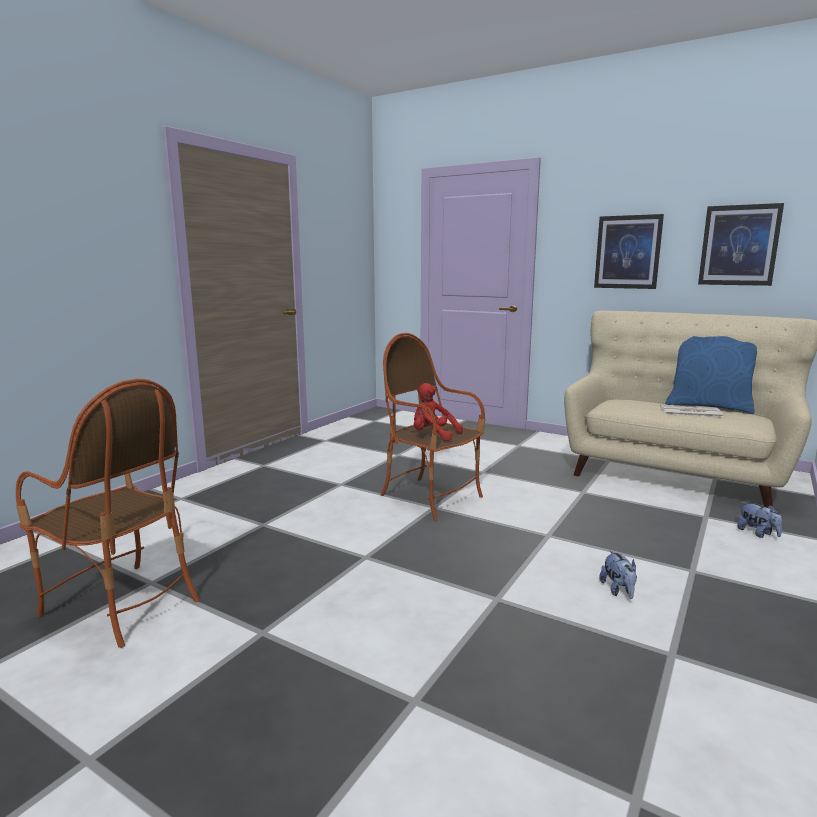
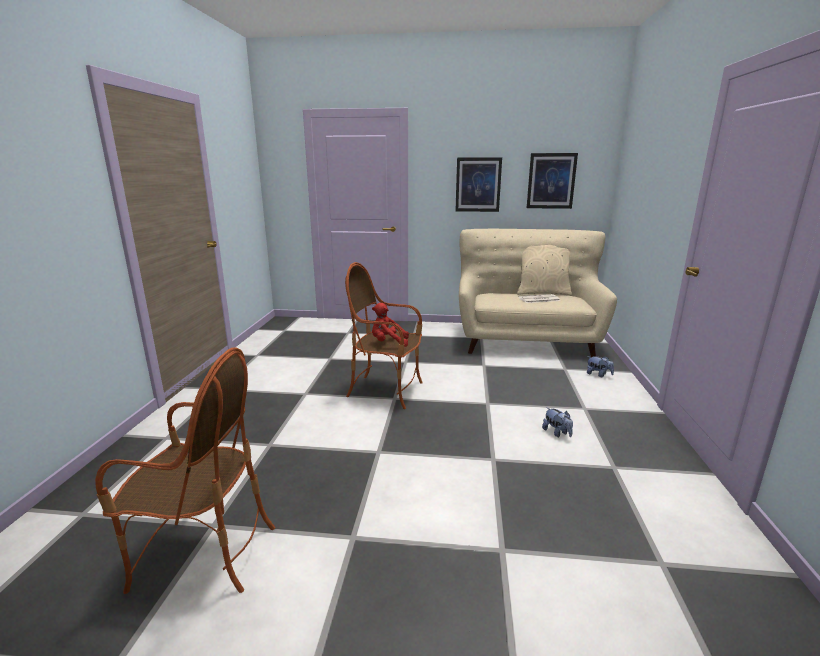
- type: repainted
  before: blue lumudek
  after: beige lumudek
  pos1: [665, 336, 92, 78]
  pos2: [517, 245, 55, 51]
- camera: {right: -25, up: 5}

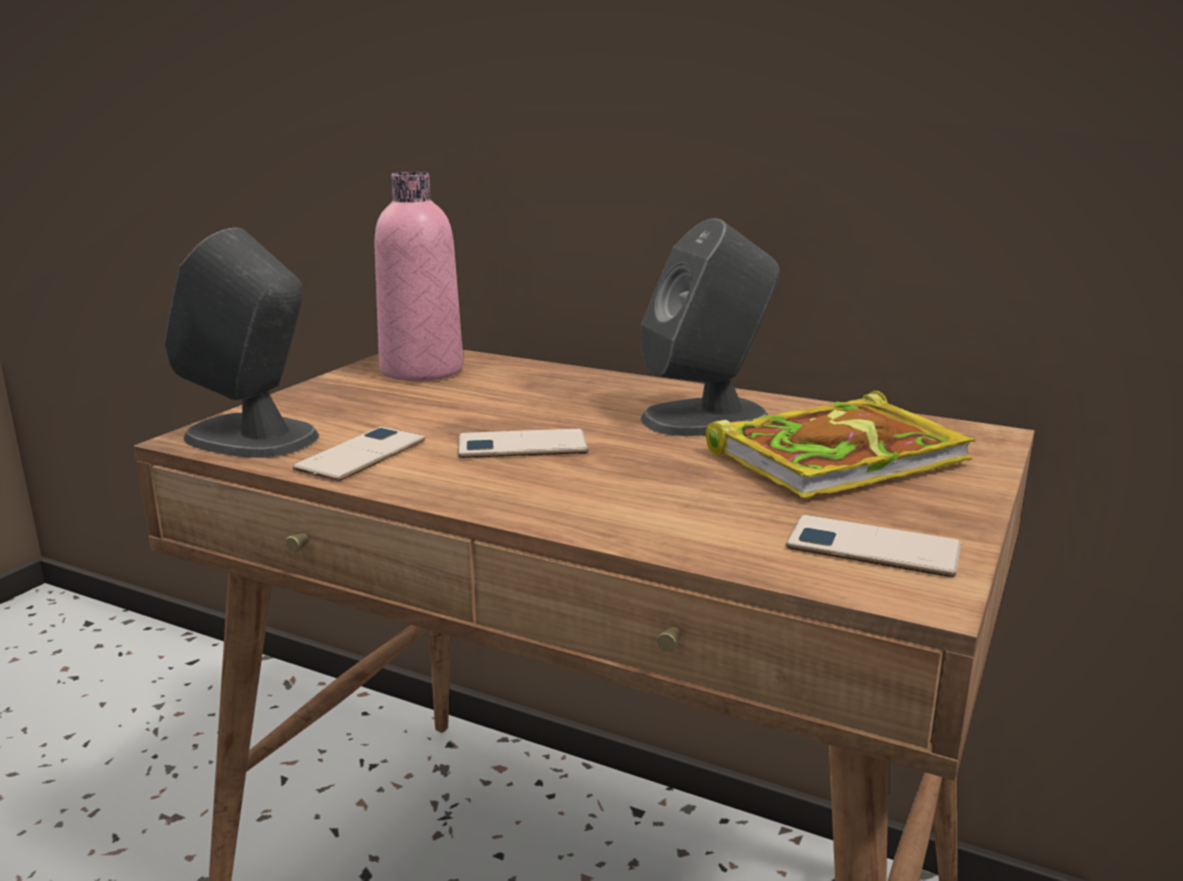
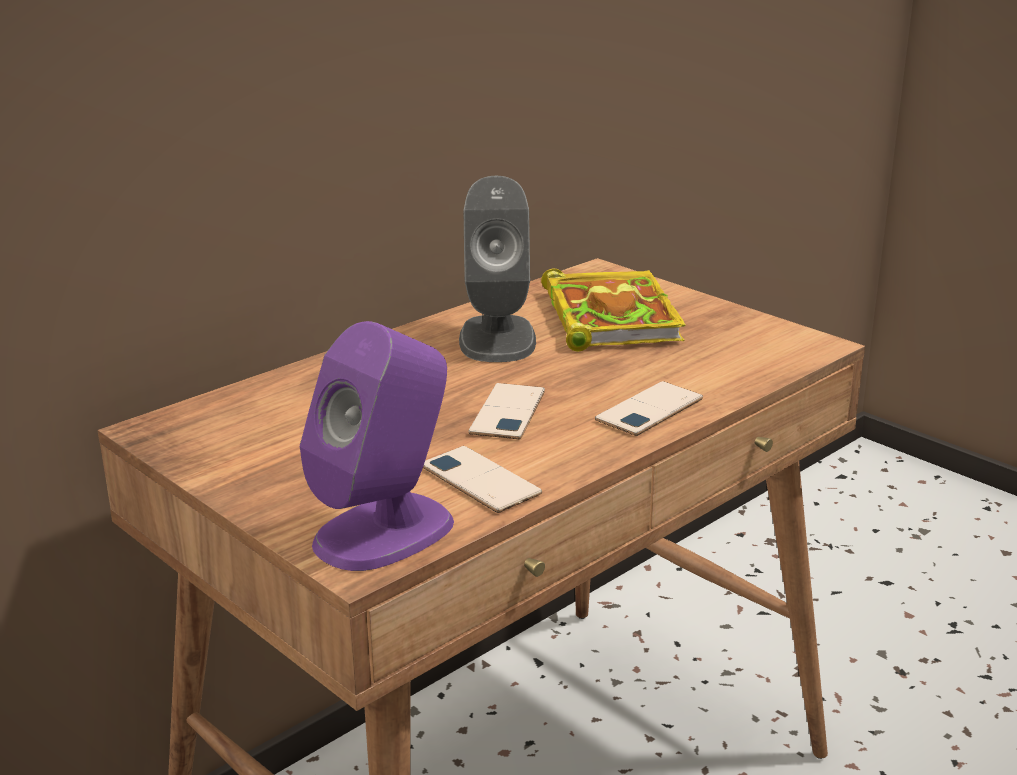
- type: gone
  before: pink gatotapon
  pos1: [374, 172, 89, 209]
- type: repainted
  before: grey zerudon
  after: purple zerudon
  pos1: [164, 228, 155, 230]
  pos2: [300, 321, 154, 250]
- type: shifted
  before: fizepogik
  pos1: [786, 515, 175, 62]
  pos2: [595, 381, 108, 55]
- camera: {right: -70, up: 5}

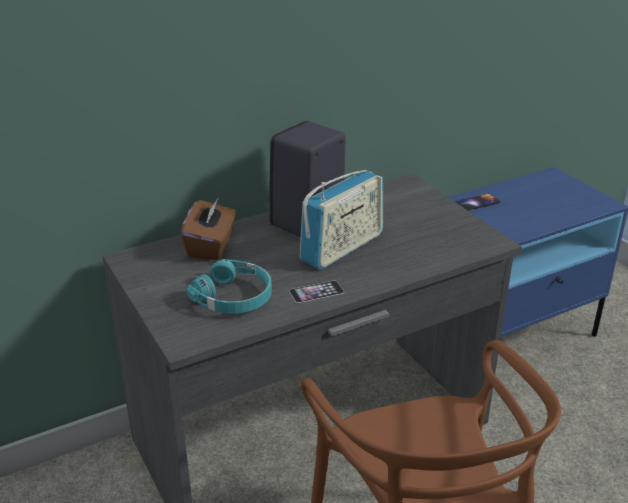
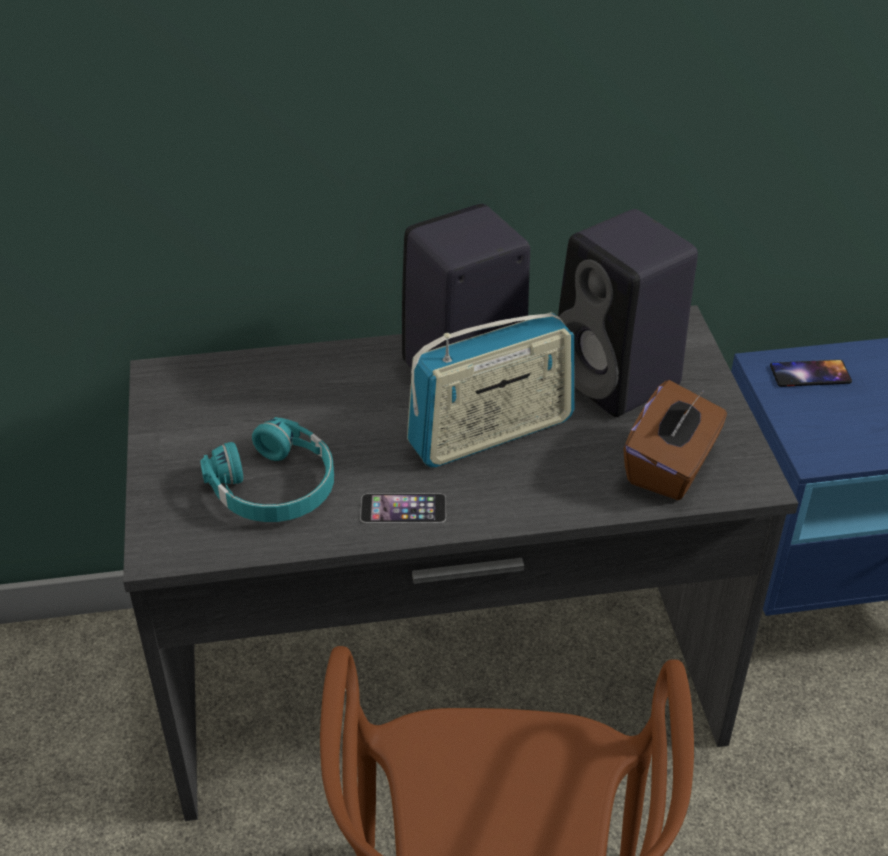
- type: shifted
  before: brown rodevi
  pos1: [181, 197, 55, 63]
  pos2: [623, 380, 104, 120]
- type: new
  after: black zerudon
  pos2: [558, 209, 140, 208]
- camera: {right: 20, up: 10}

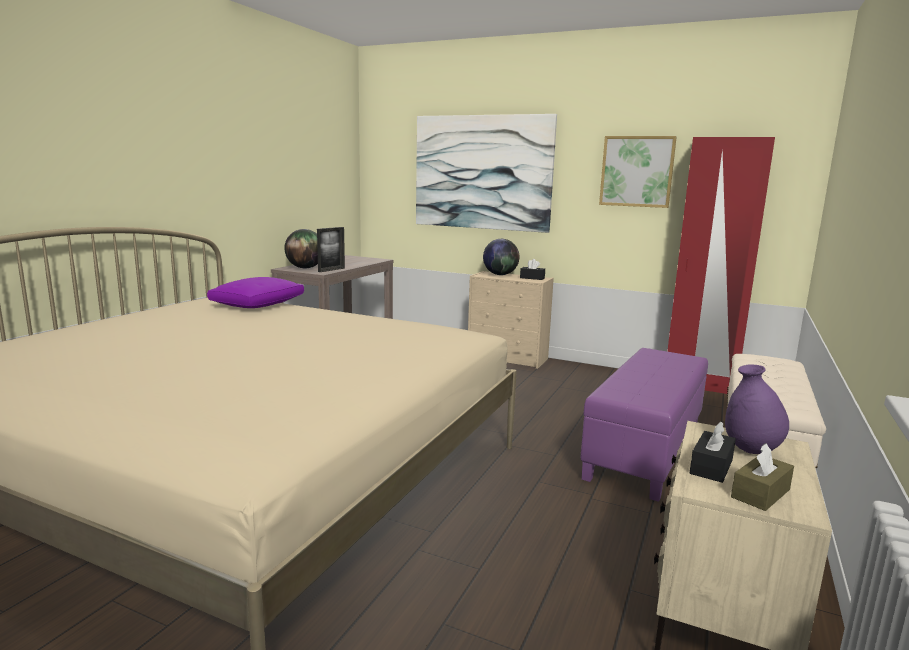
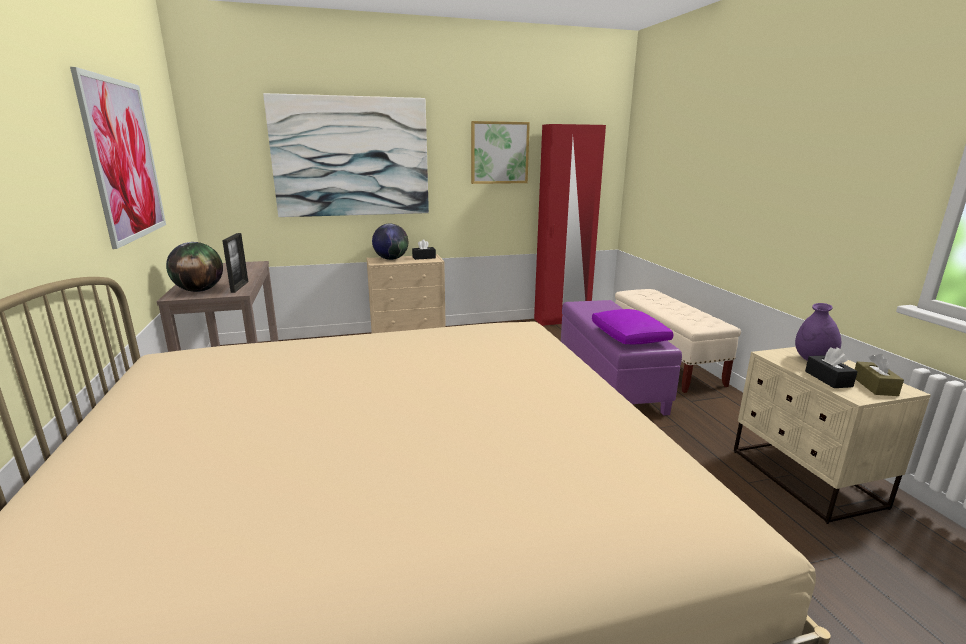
- type: shifted
  before: purple lumudek
  pos1: [207, 277, 97, 31]
  pos2: [592, 309, 82, 36]
- type: new
  after: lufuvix
  pos2: [70, 67, 96, 182]
- camera: {right: -40, up: 5}

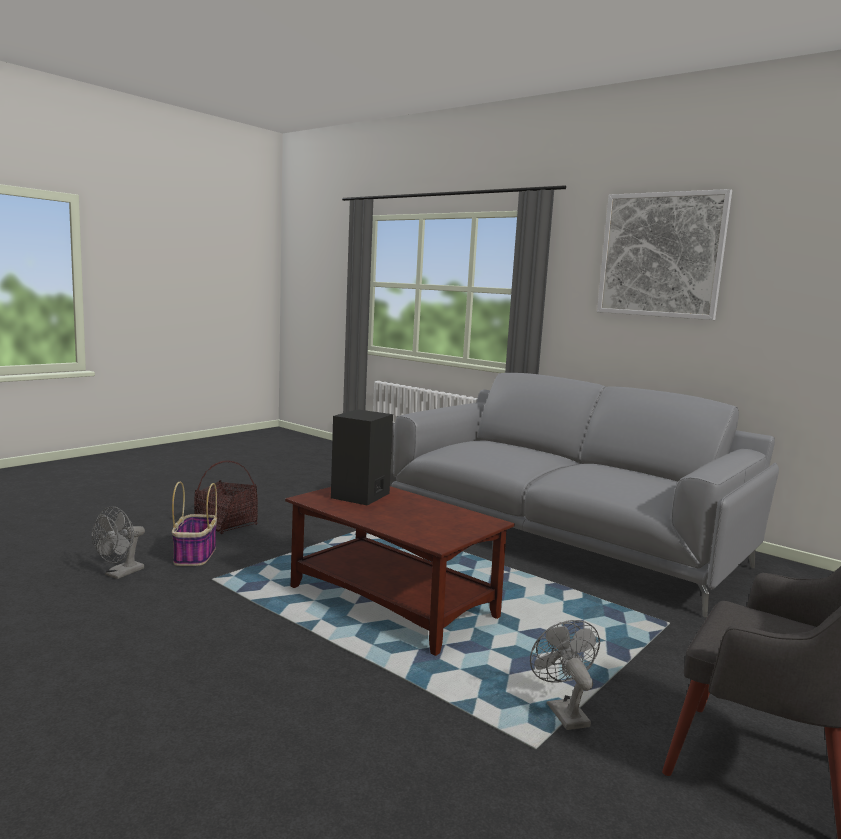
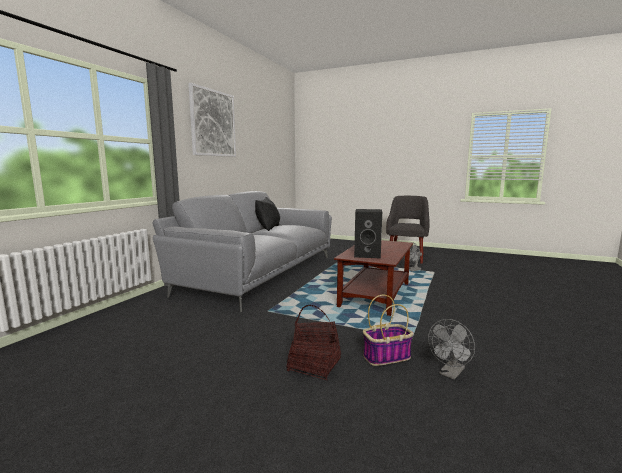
- type: rotated
  before: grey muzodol
  pos1: [92, 507, 53, 72]
  pos2: [428, 319, 47, 61]
  turn: 120
- type: new
  after: black lumudek
  pos2: [255, 197, 25, 34]
- camera: {right: -105, up: 0}

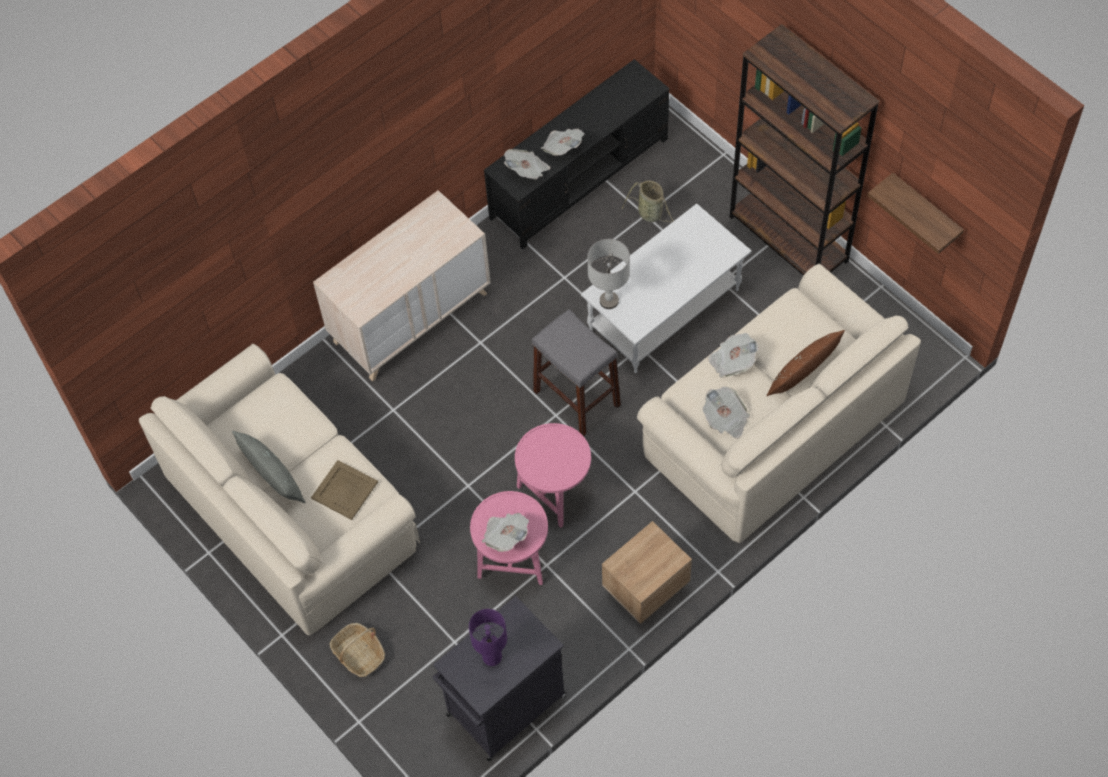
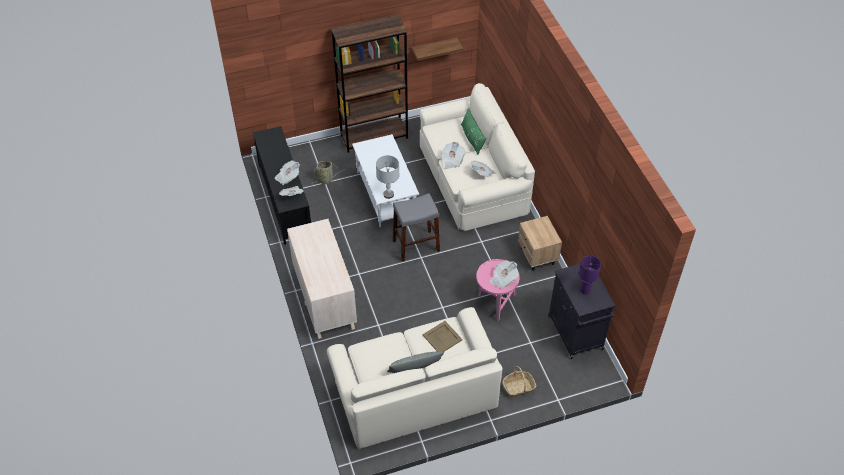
- type: repainted
  before: brown lumudek
  after: green lumudek
  pos1: [767, 330, 78, 66]
  pos2: [461, 108, 25, 47]
- type: gone
  before: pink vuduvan
  pos1: [515, 423, 76, 105]
- camera: {right: -70, up: -10}

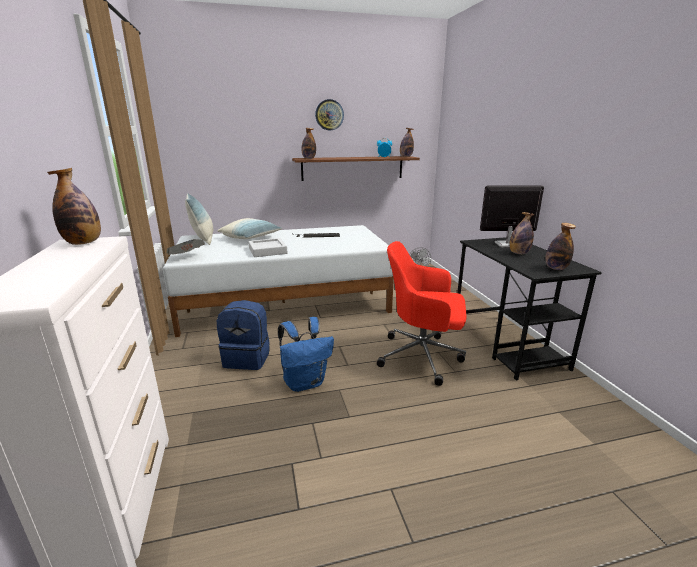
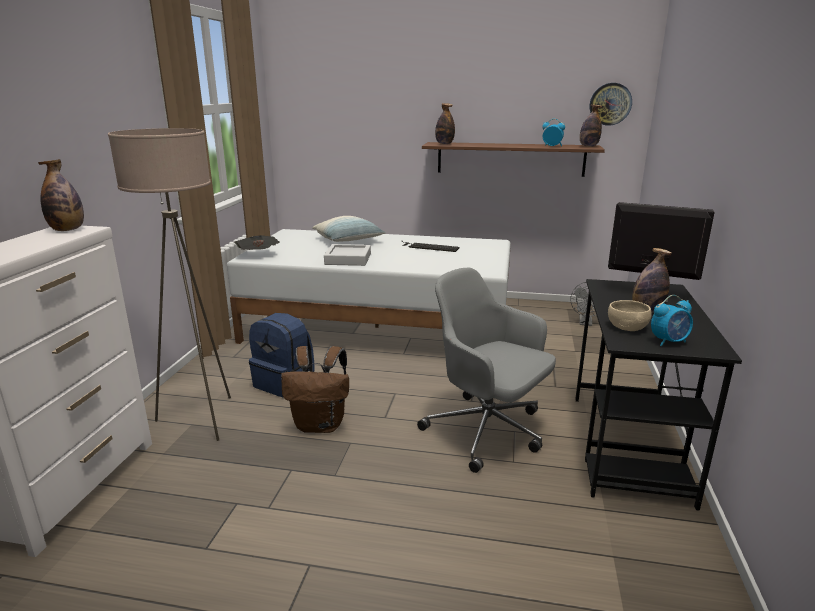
- type: shifted
  before: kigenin
  pos1: [315, 99, 29, 31]
  pos2: [590, 83, 42, 43]
- type: gone
  before: lumudek
  pos1: [185, 193, 28, 52]
- type: swapped
  before: gatotapon
  after: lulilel
  pos1: [545, 223, 31, 47]
  pos2: [651, 295, 42, 51]
- type: repainted
  before: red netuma
  after: grey netuma
  pos1: [377, 241, 90, 145]
  pos2: [417, 268, 139, 205]
- type: repainted
  before: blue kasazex
  after: brown kasazex
  pos1: [278, 317, 56, 75]
  pos2: [281, 346, 68, 87]
- type: new
  after: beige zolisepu
  pos2: [108, 128, 123, 313]
- type: new
  after: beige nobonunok
  pos2: [608, 300, 44, 31]
- camera: {right: 25, up: 0}

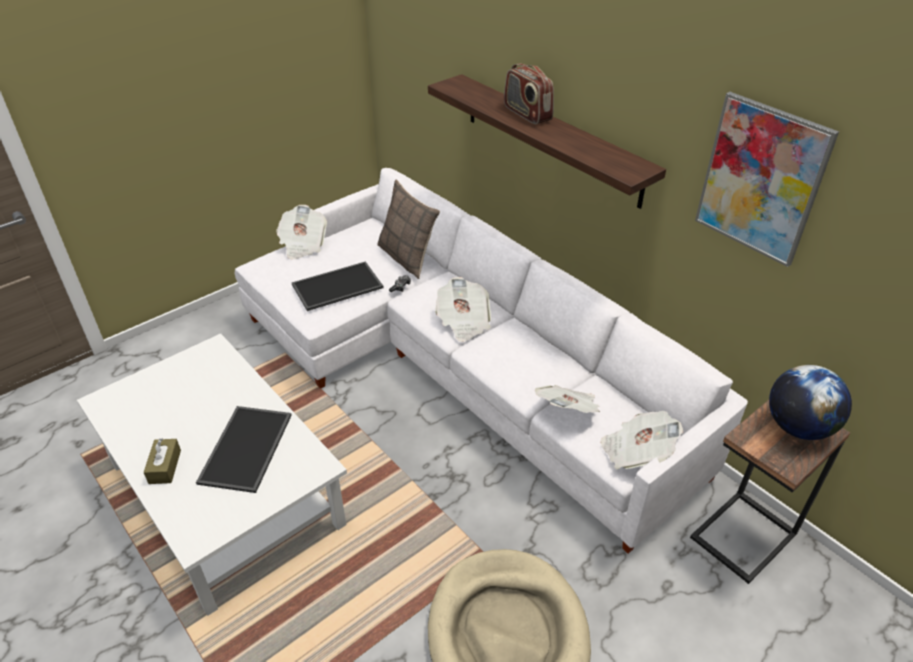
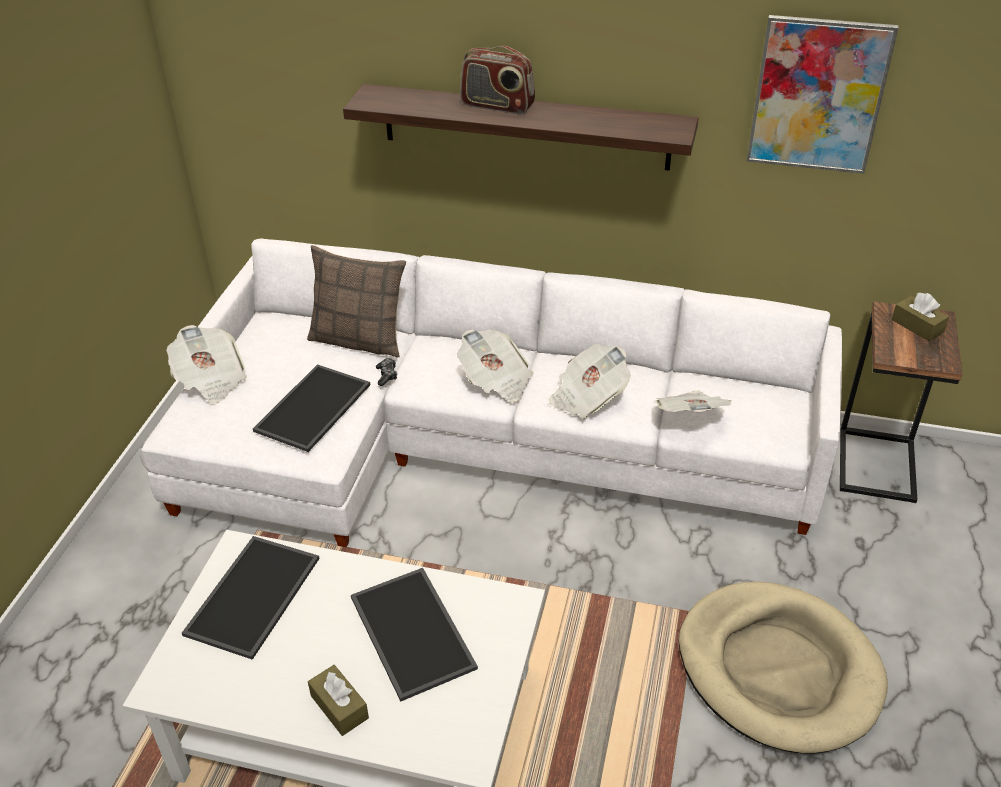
- type: swapped
  before: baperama
  after: brown rodevi
  pos1: [769, 365, 83, 75]
  pos2: [892, 293, 57, 48]
- type: shifted
  before: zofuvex
  pos1: [600, 411, 83, 58]
  pos2: [549, 344, 81, 75]
- type: new
  after: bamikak
  pos2: [182, 536, 138, 124]
- camera: {right: -35, up: 0}

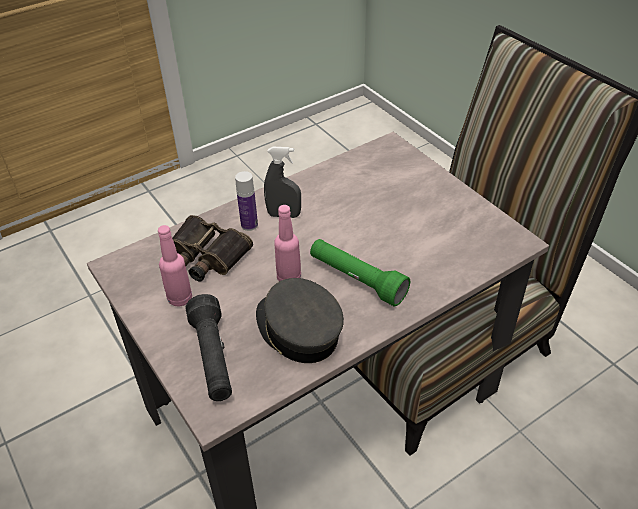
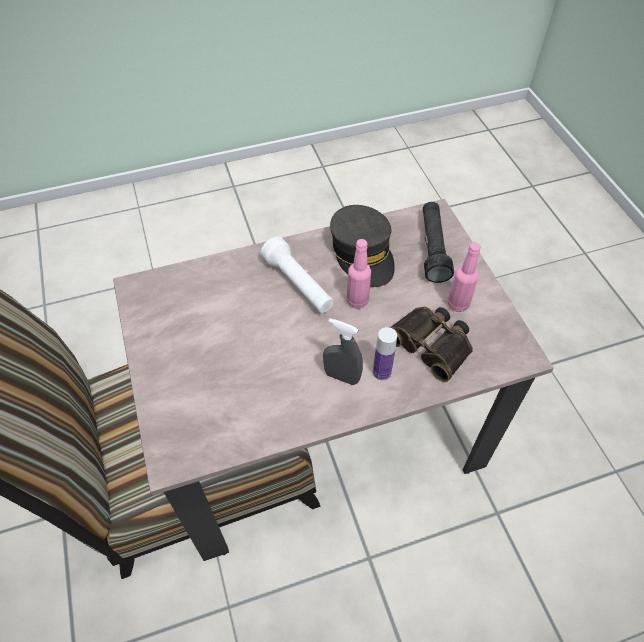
- type: repainted
  before: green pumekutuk
  after: white pumekutuk
  pos1: [310, 239, 100, 68]
  pos2: [261, 237, 73, 76]
- camera: {right: -165, up: 10}

